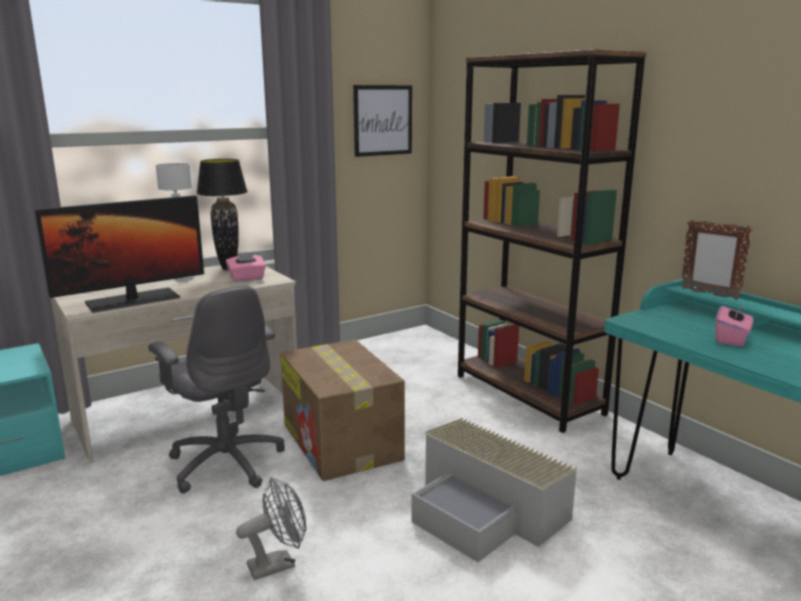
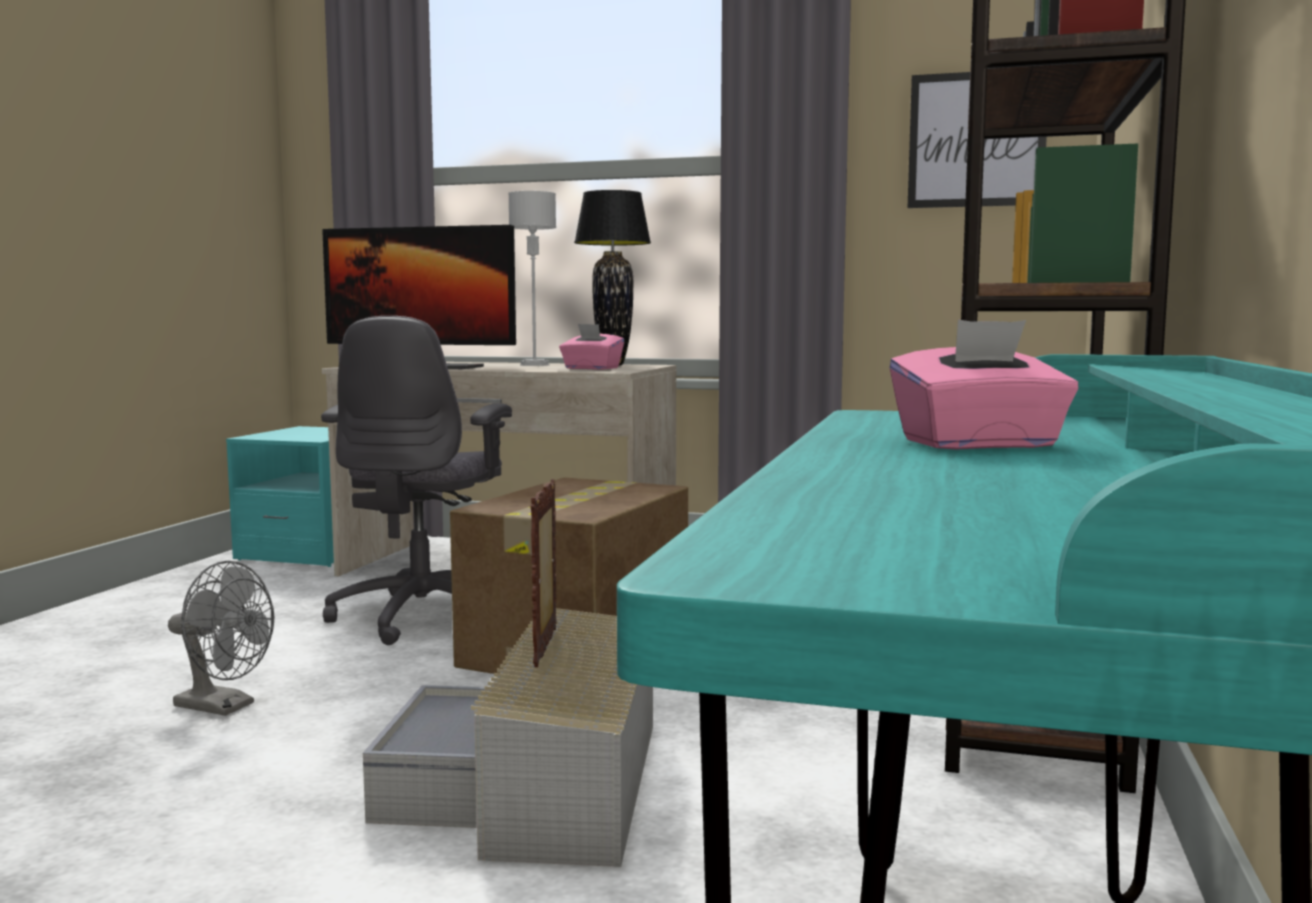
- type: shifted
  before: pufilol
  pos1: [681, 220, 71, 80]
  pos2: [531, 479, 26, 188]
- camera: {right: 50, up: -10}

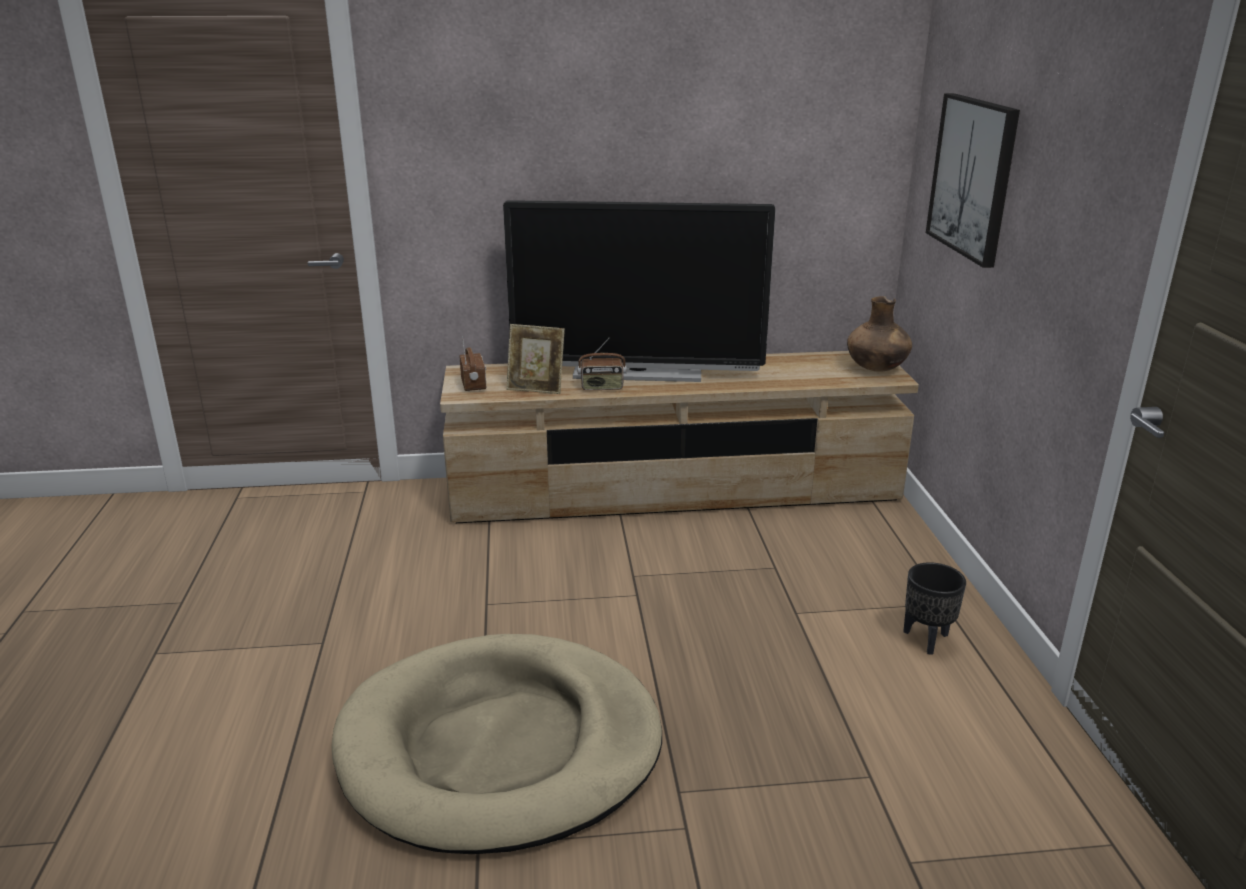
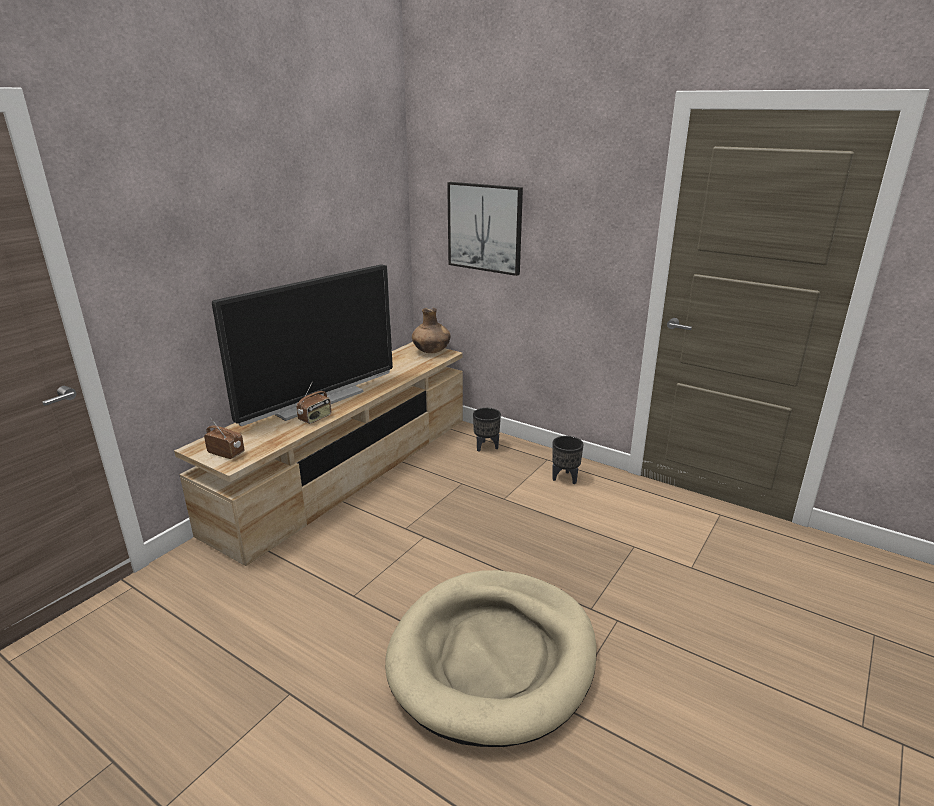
- type: gone
  before: pufilol
  pos1: [506, 324, 59, 70]
- type: new
  after: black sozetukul
  pos2: [473, 408, 28, 44]
- camera: {right: -50, up: 0}

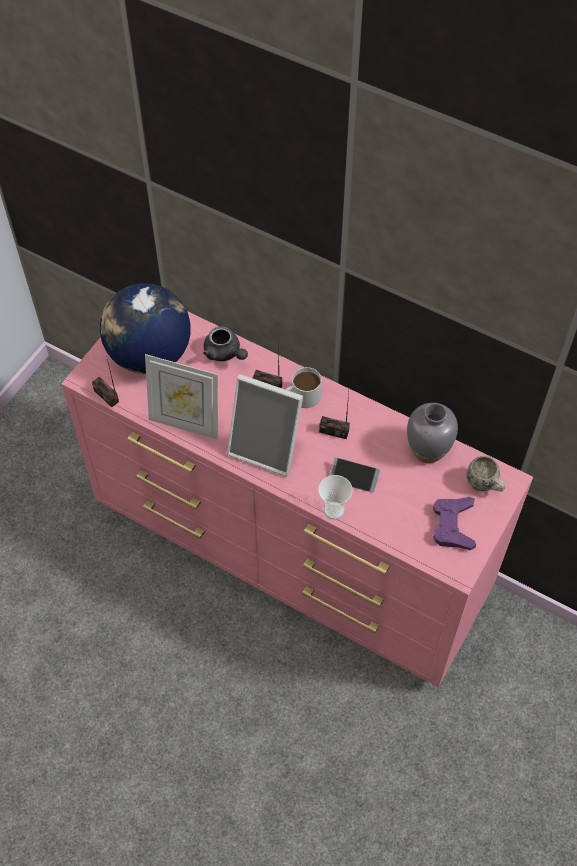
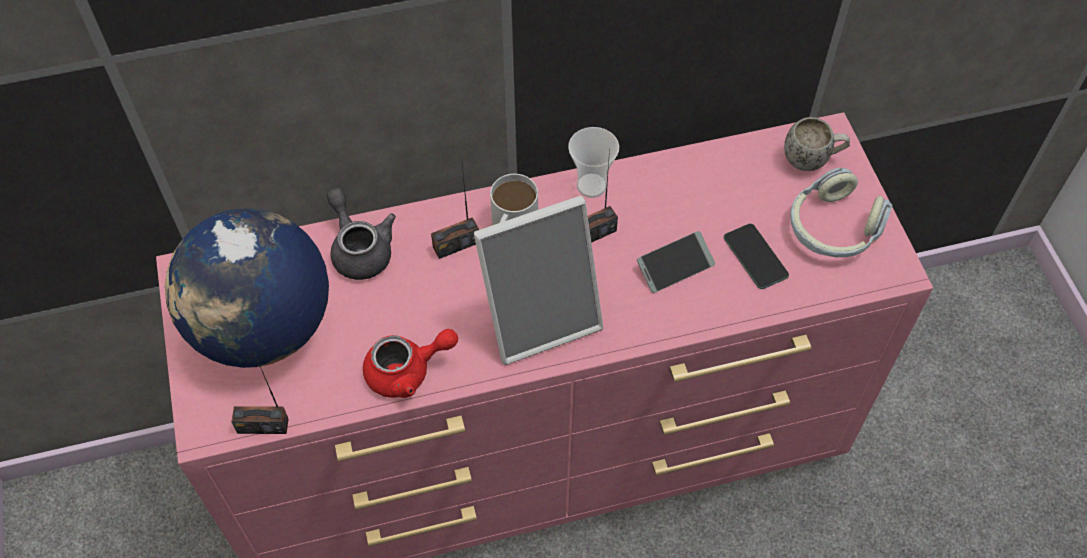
- type: rotated
  before: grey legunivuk
  pos1: [203, 326, 45, 35]
  pos2: [327, 188, 69, 92]
  turn: -120
- type: swapped
  before: pufilol
  after: red legunivuk
  pos1: [145, 354, 73, 85]
  pos2: [363, 329, 95, 69]
- type: gone
  before: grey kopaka
  pos1: [407, 403, 51, 60]
- type: shifted
  before: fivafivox
  pos1: [318, 475, 35, 45]
  pos2: [568, 127, 51, 71]
- type: swapped
  before: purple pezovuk
  after: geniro
  pos1: [433, 497, 43, 53]
  pos2: [790, 168, 103, 89]
- type: new
  after: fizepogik
  pos2: [724, 224, 65, 65]
- camera: {right: -45, up: 0}

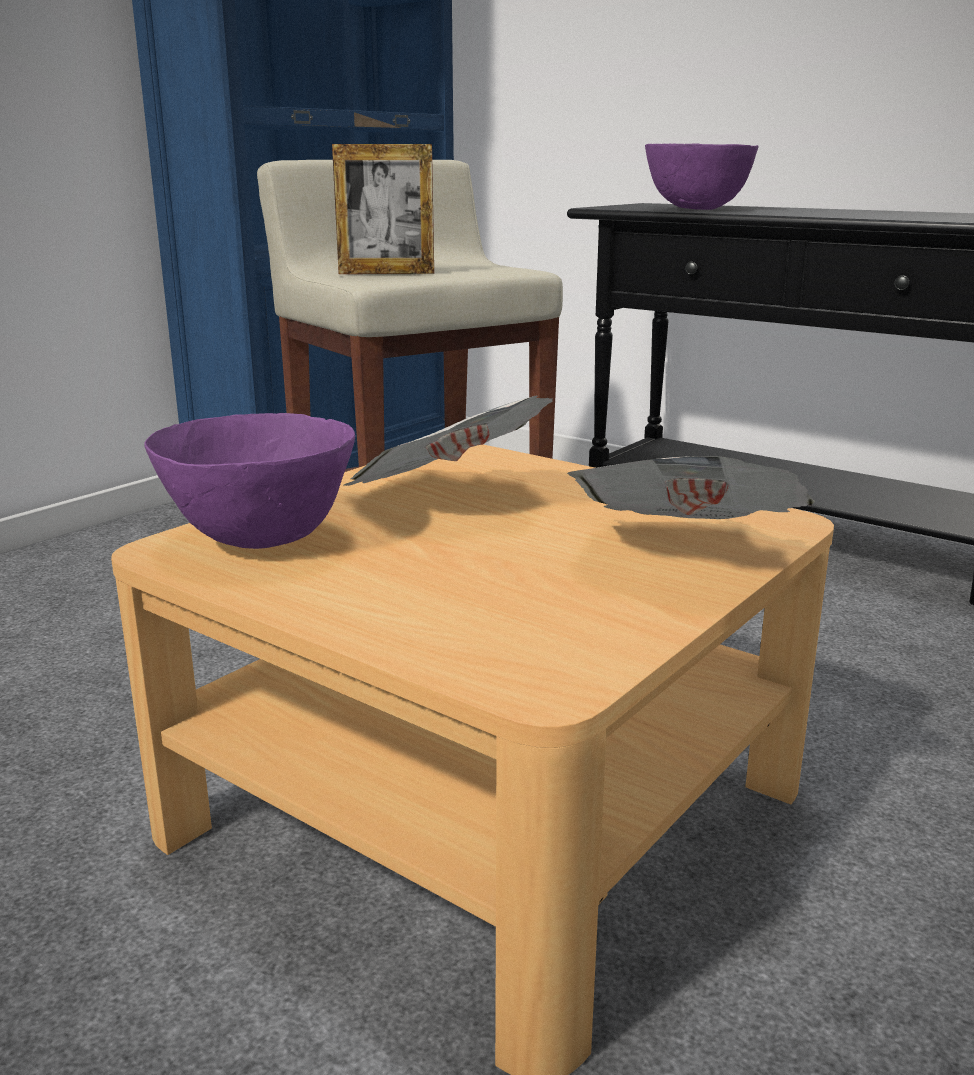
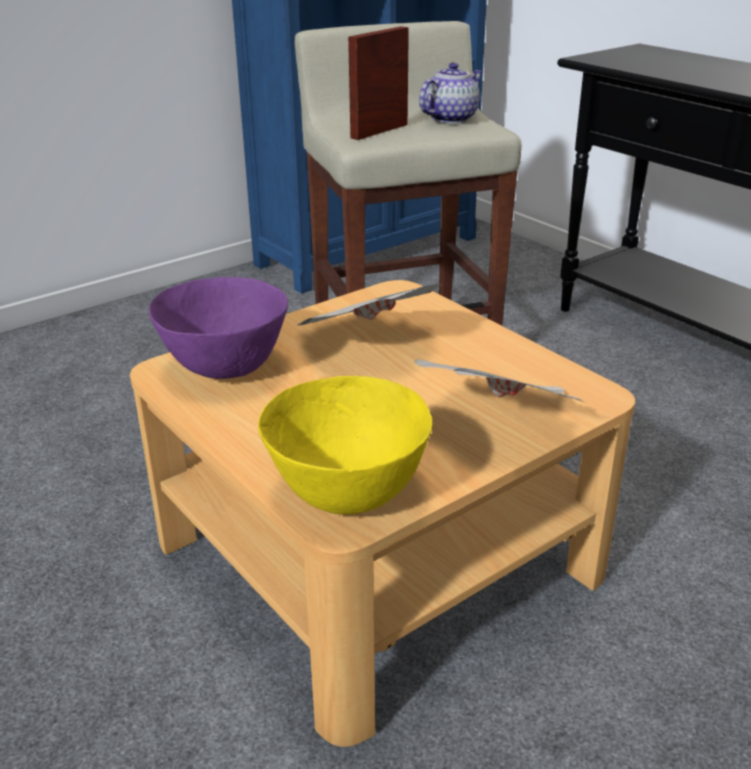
- type: gone
  before: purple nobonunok
  pos1: [645, 143, 113, 67]
- type: rotated
  before: pufilol
  pos1: [332, 144, 102, 130]
  pos2: [348, 26, 61, 114]
  turn: 120
- type: new
  after: legunivuk
  pos2: [419, 62, 64, 62]
- type: new
  after: yellow nobonunok
  pos2: [258, 376, 174, 139]
- camera: {right: 15, up: 10}

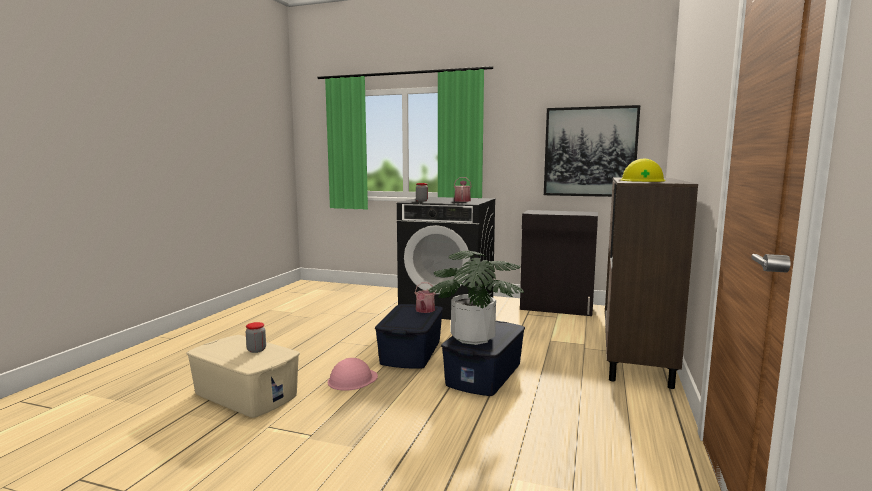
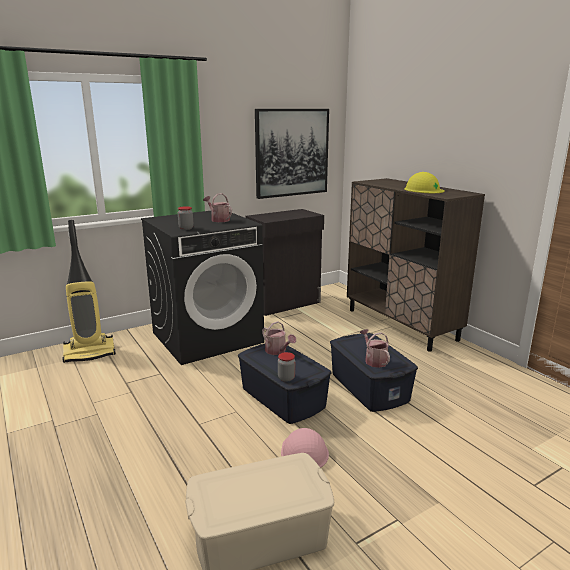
- type: swapped
  before: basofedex
  after: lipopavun
  pos1: [429, 251, 95, 94]
  pos2: [360, 329, 30, 39]
- type: shifted
  before: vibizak
  pos1: [246, 322, 20, 31]
  pos2: [278, 352, 17, 30]
- type: new
  after: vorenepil
  pos2: [62, 220, 54, 143]
- camera: {right: -50, up: 10}

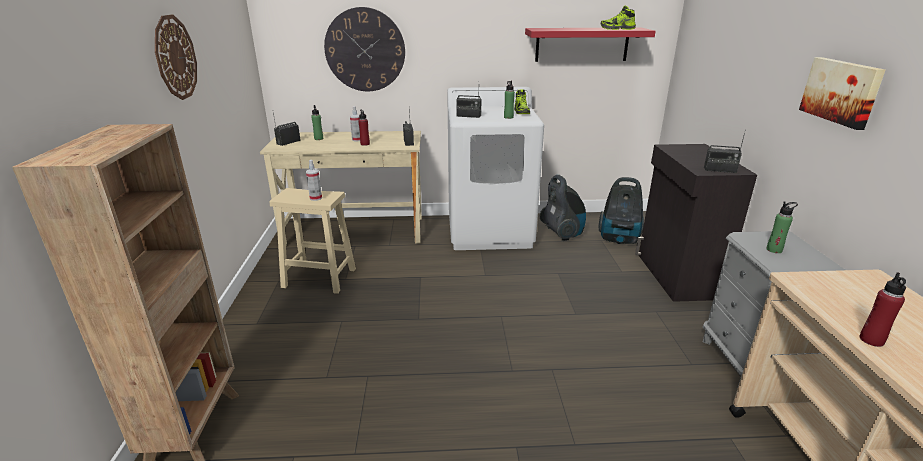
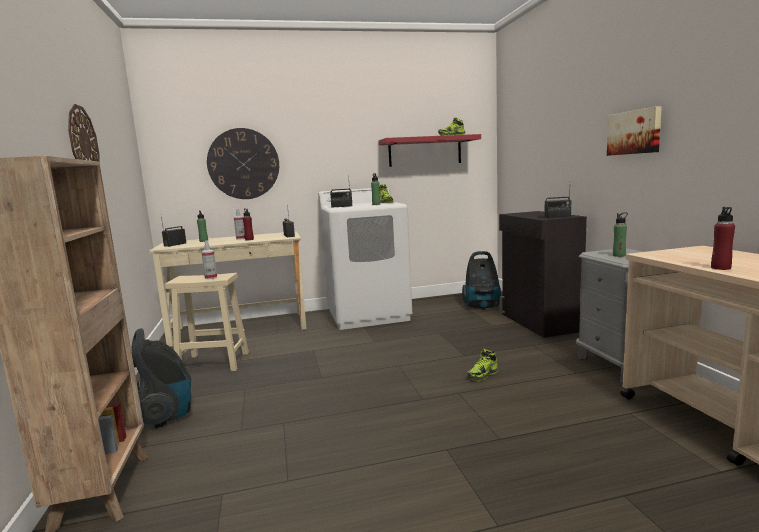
- type: shifted
  before: vorenepil
  pos1: [540, 175, 46, 66]
  pos2: [131, 328, 61, 100]
- type: new
  after: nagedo
  pos2: [467, 349, 31, 32]
- camera: {right: -10, up: -15}

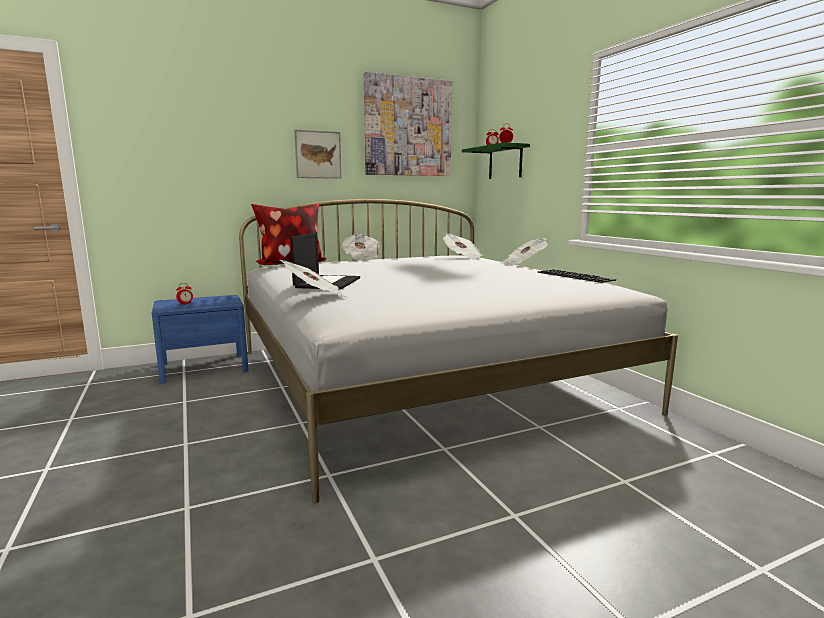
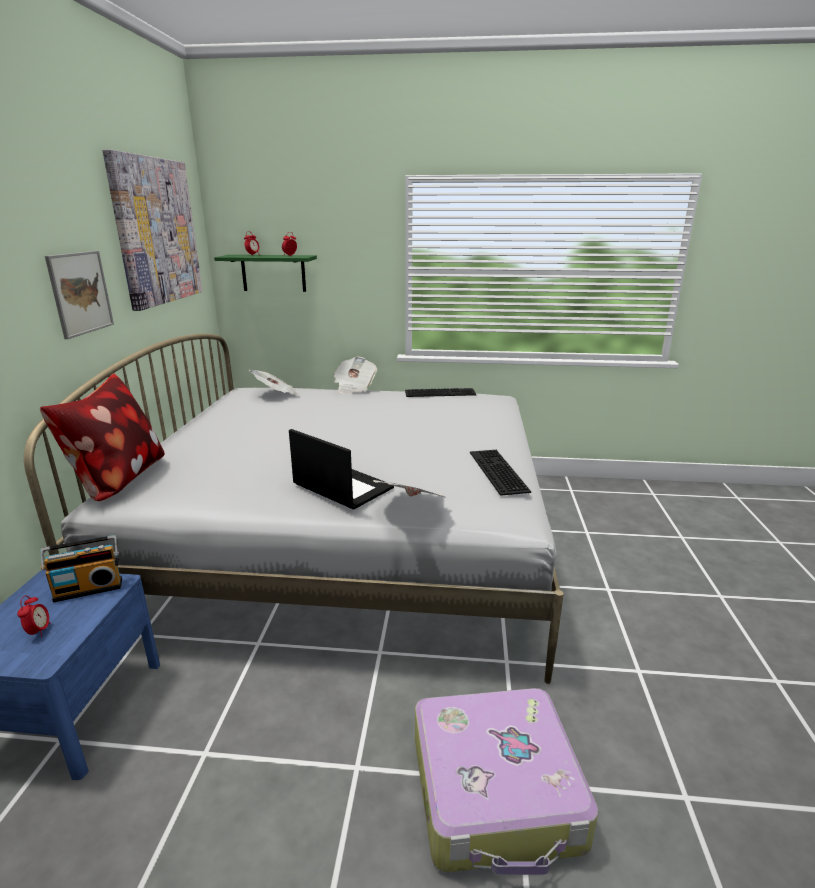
- type: gone
  before: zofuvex
  pos1: [341, 234, 39, 27]
- type: new
  after: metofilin
  pos2: [470, 450, 61, 46]
- type: new
  after: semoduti
  pos2: [41, 535, 81, 68]
- type: new
  after: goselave
  pos2: [415, 688, 183, 187]
- camera: {right: -60, up: 10}

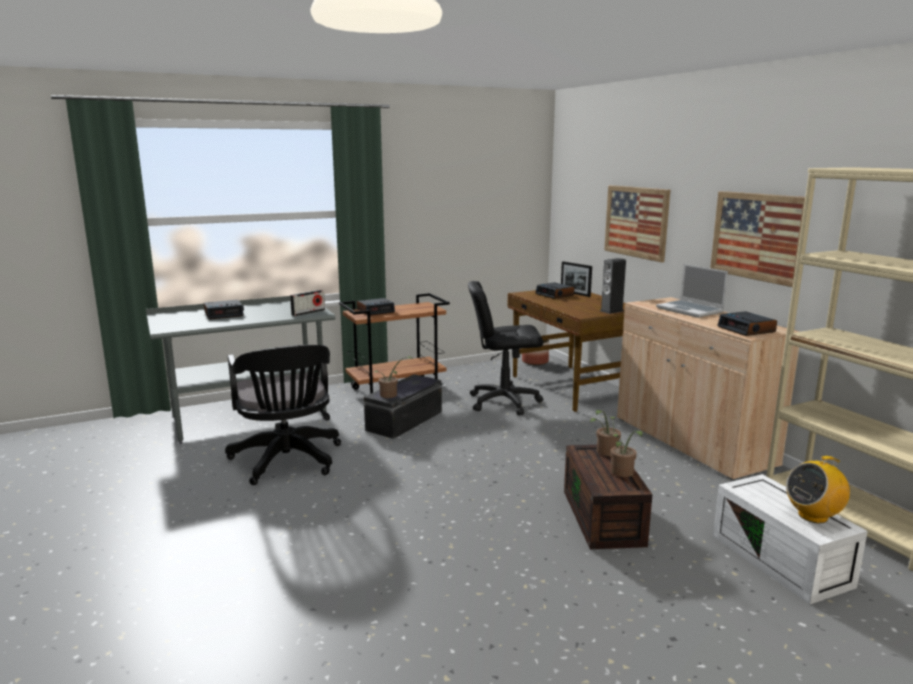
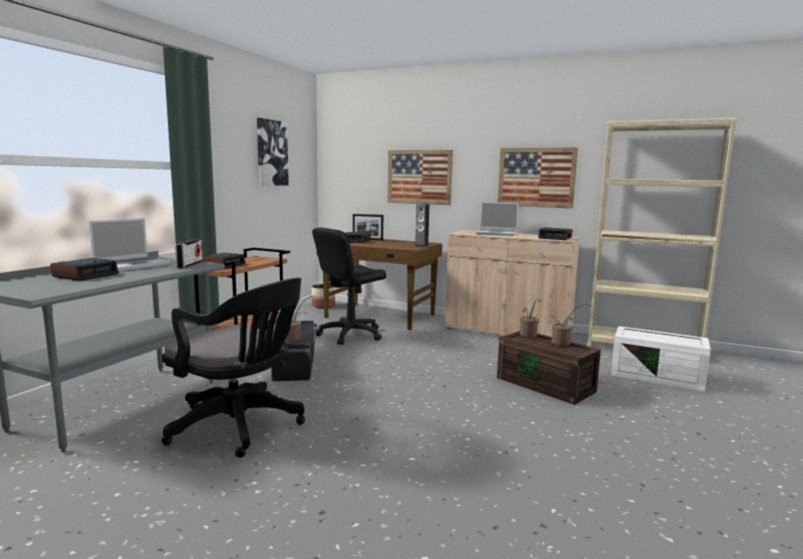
- type: gone
  before: semoduti
  pos1: [786, 456, 64, 67]
- type: new
  after: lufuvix
  pos2: [257, 118, 32, 68]
- type: new
  after: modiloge
  pos2: [89, 218, 81, 53]
- camera: {right: -40, up: -5}

